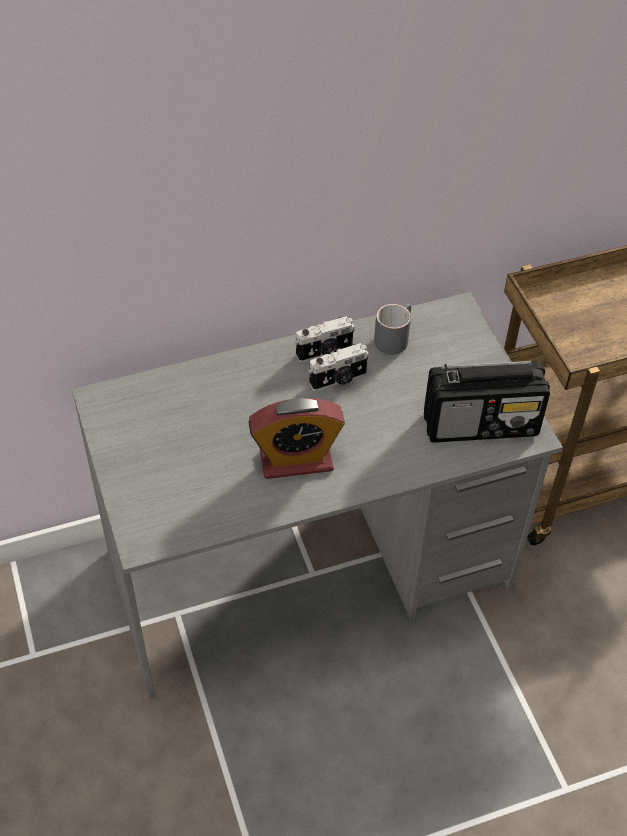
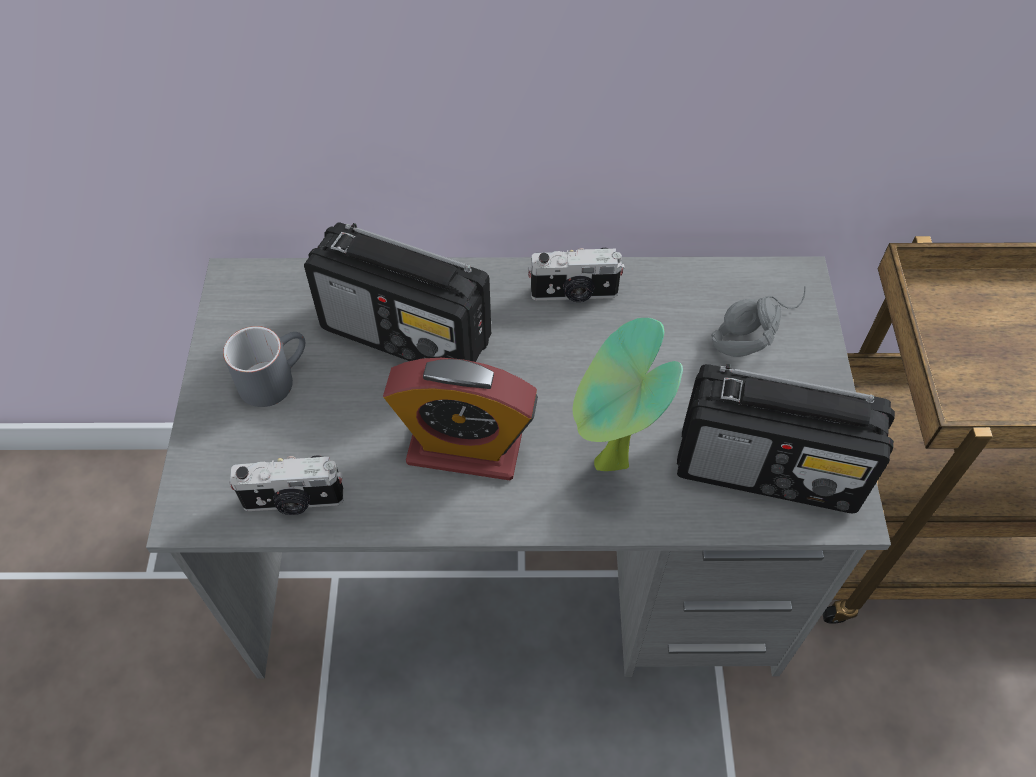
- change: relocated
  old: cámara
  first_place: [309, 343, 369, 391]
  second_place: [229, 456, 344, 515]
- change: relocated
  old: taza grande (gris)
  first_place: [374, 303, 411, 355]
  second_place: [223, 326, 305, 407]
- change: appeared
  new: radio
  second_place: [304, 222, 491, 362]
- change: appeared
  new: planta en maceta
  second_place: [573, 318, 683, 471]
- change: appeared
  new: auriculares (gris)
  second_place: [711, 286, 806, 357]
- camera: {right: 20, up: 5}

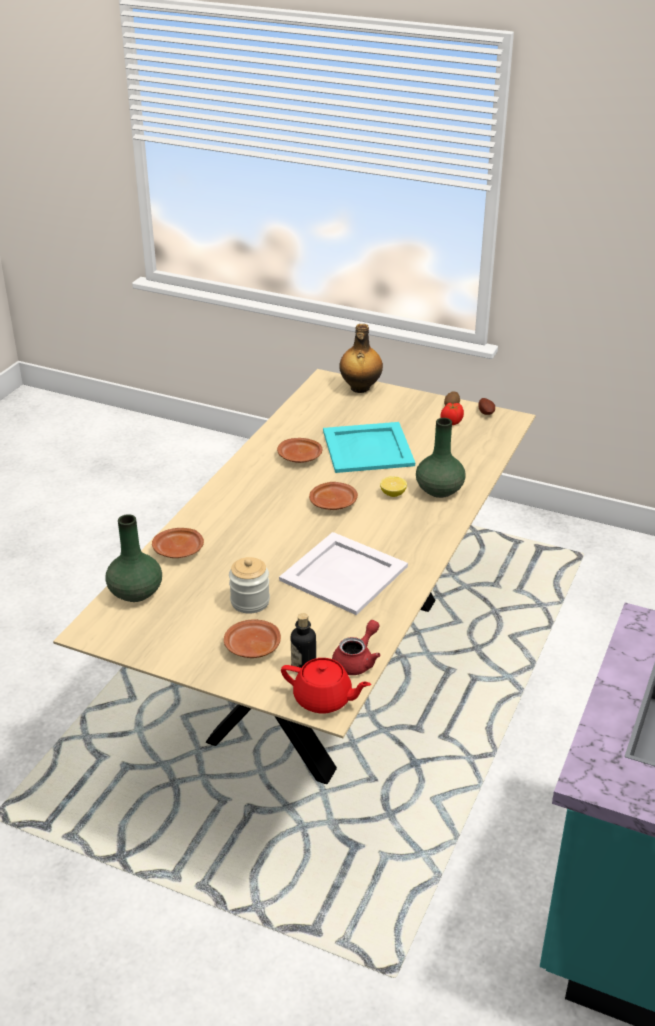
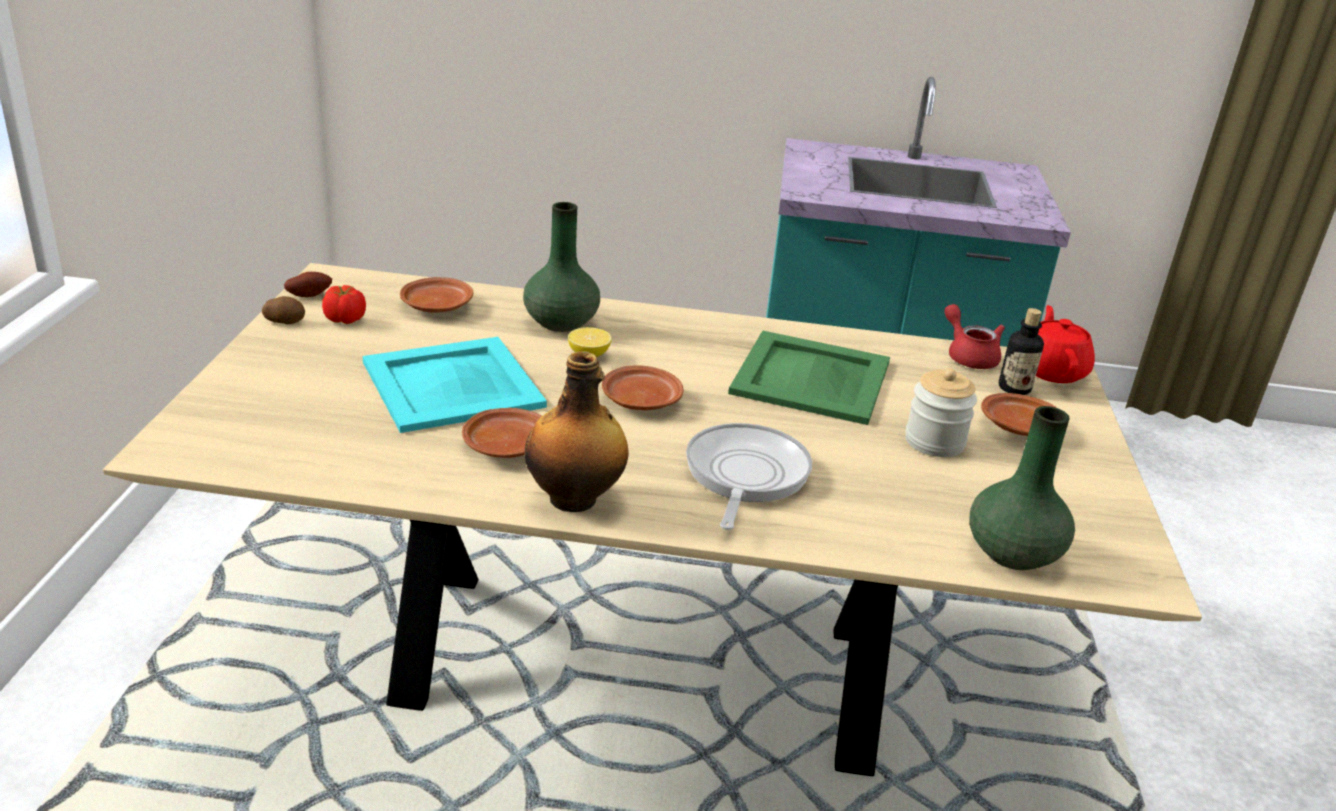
- change: relocated
  old: plato (marrón)
  first_place: [152, 528, 204, 558]
  second_place: [400, 277, 473, 313]
- change: colour
  old: bandeja (blanco)
  new: bandeja (verde)
  first_place: [279, 532, 408, 615]
  second_place: [728, 331, 890, 425]
- change: spun
  old: tetera (rojo)
  first_place: [332, 620, 381, 675]
  second_place: [945, 304, 1005, 369]
  degrees: 45
- change: relocated
  old: botella
  first_place: [339, 324, 383, 393]
  second_place: [524, 351, 629, 512]
- change: appeared
  new: sartén
  second_place: [686, 423, 812, 530]
- camera: {right: -110, up: -5}

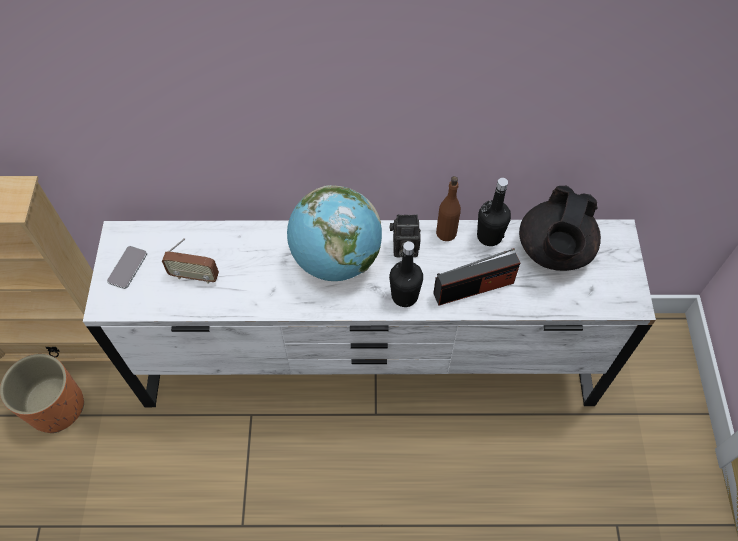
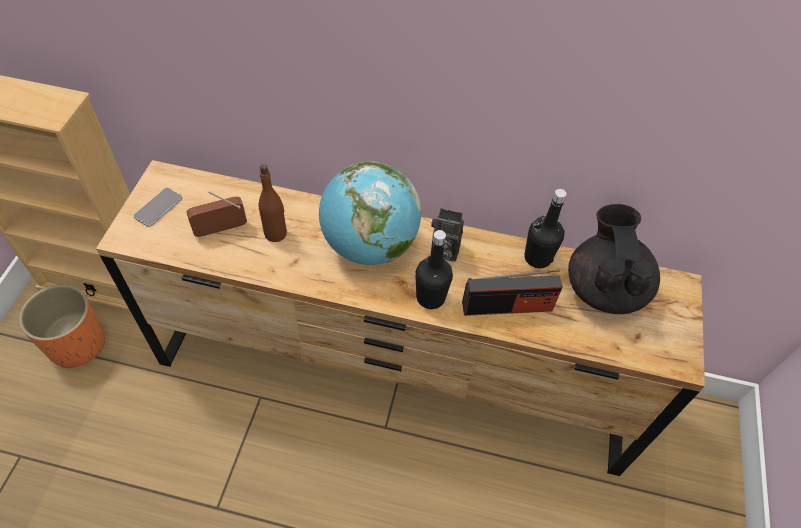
- change: colour
  old: cómoda (blanco)
  new: cómoda (marrón)
  first_place: [83, 219, 656, 407]
  second_place: [96, 160, 705, 476]
- change: spun
  old: radio
  first_place: [162, 238, 219, 284]
  second_place: [187, 191, 247, 238]
  degrees: 135
- change: relocated
  old: botella (marrón)
  first_place: [436, 176, 461, 241]
  second_place: [258, 164, 287, 242]
- change: spun
  old: tetera (negro)
  first_place: [519, 186, 601, 271]
  second_place: [568, 204, 660, 314]
  degrees: 150
- camera: {right: 10, up: -5}

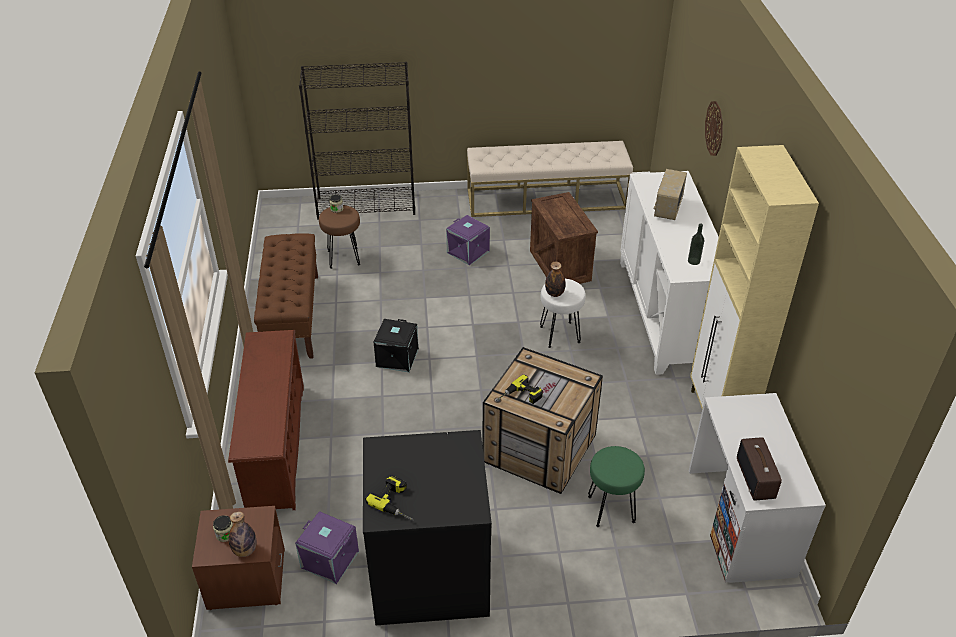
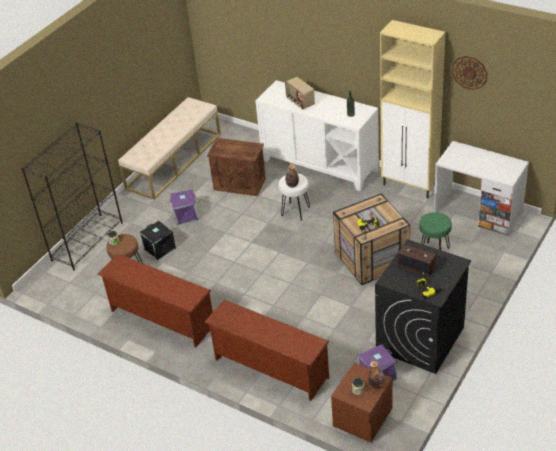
- change: exchanged
  old: banco (marrón)
  new: zapatero (marrón)
  first_place: [254, 233, 318, 359]
  second_place: [97, 254, 213, 347]
- change: relocated
  old: caja de almacenaje (negro)
  first_place: [374, 319, 419, 372]
  second_place: [140, 221, 176, 260]
- change: relocated
  old: reloj de pared
  first_place: [705, 101, 723, 156]
  second_place: [452, 56, 488, 90]
- change: relocated
  old: radio
  first_place: [737, 437, 782, 500]
  second_place: [398, 244, 436, 276]
- camera: {right: -50, up: 0}

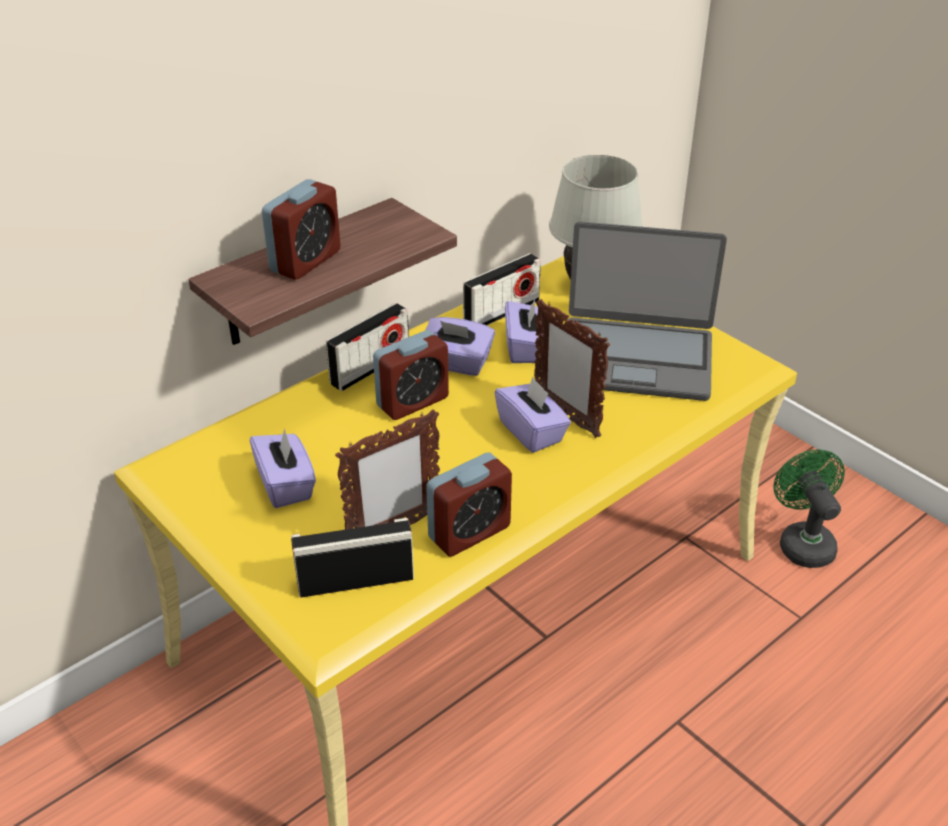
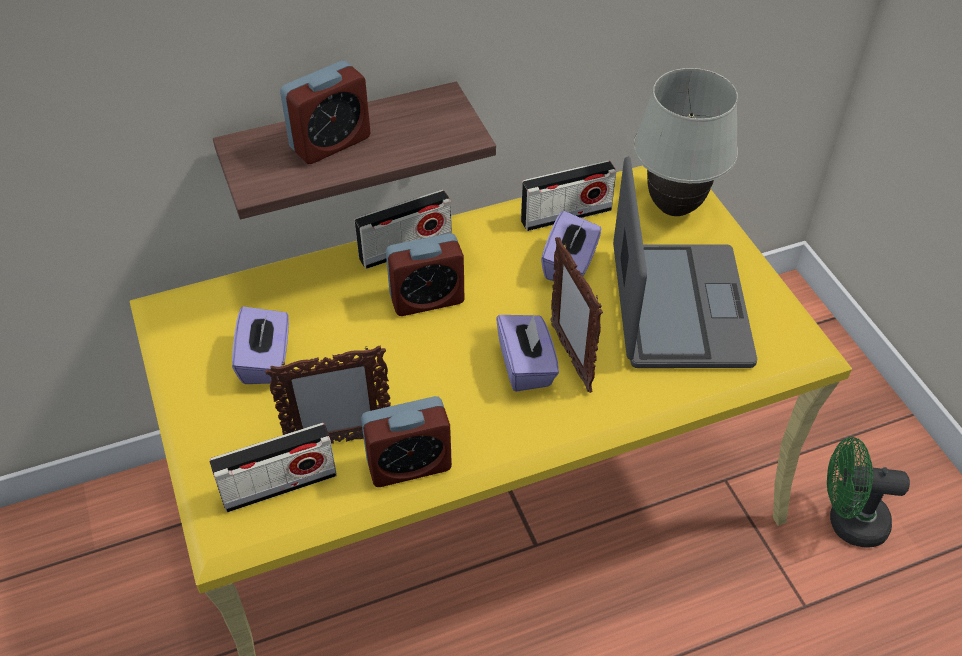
- change: spun
  old: radio
  first_place: [291, 518, 414, 598]
  second_place: [209, 423, 337, 512]
  degrees: 150
- change: missing
  old: caja de pañuelos (morado)
  first_place: [426, 317, 495, 376]
- change: spun
  old: portátil
  first_place: [568, 222, 727, 401]
  second_place: [613, 156, 757, 368]
  degrees: -120
- change: spun
  old: ventilador (verde)
  first_place: [773, 449, 845, 568]
  second_place: [827, 437, 910, 548]
  degrees: -90
- camera: {right: 20, up: 10}

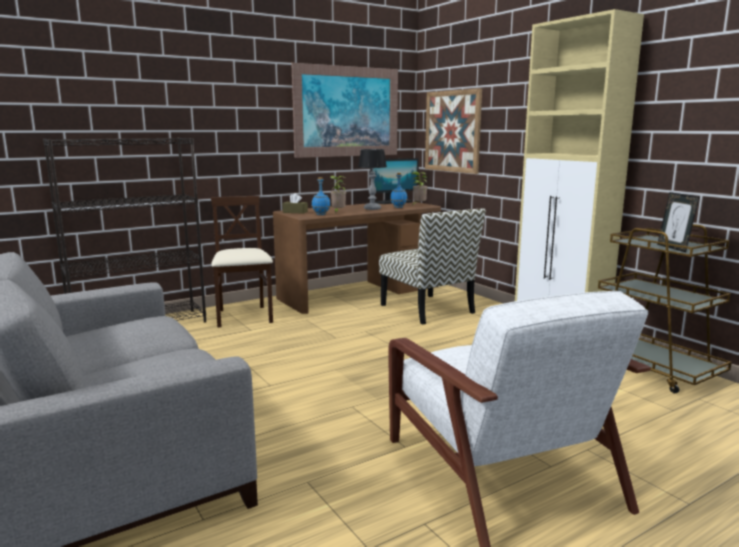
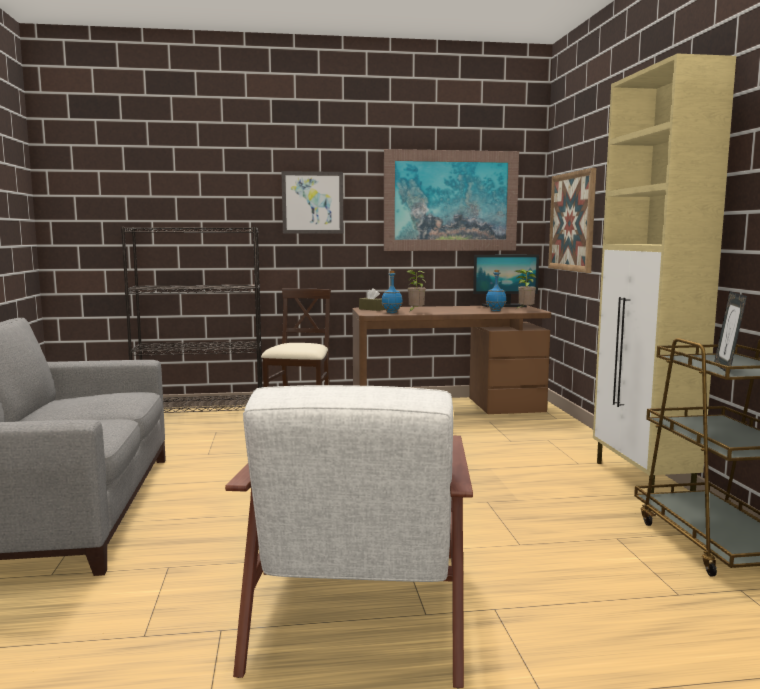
- change: missing
  old: lámpara de mesa
  first_place: [358, 149, 387, 210]
- change: missing
  old: silla
  first_place: [379, 208, 486, 324]
- change: appeared
  new: cuadro
  second_place: [281, 171, 343, 233]
- camera: {right: 25, up: -5}

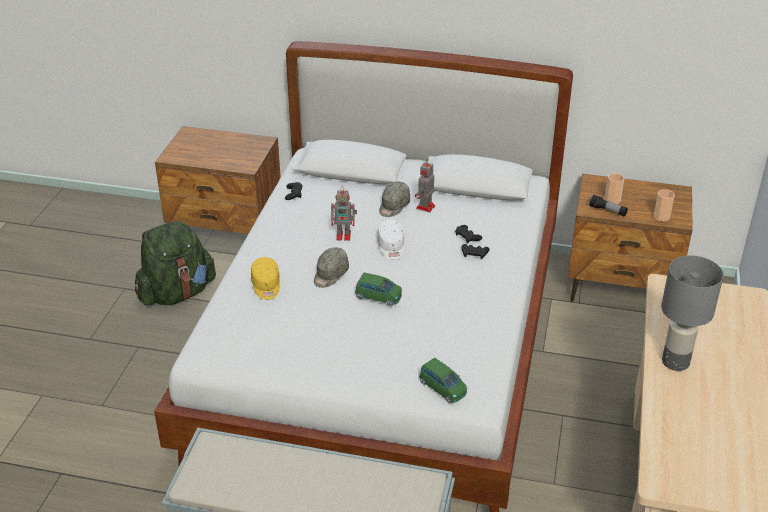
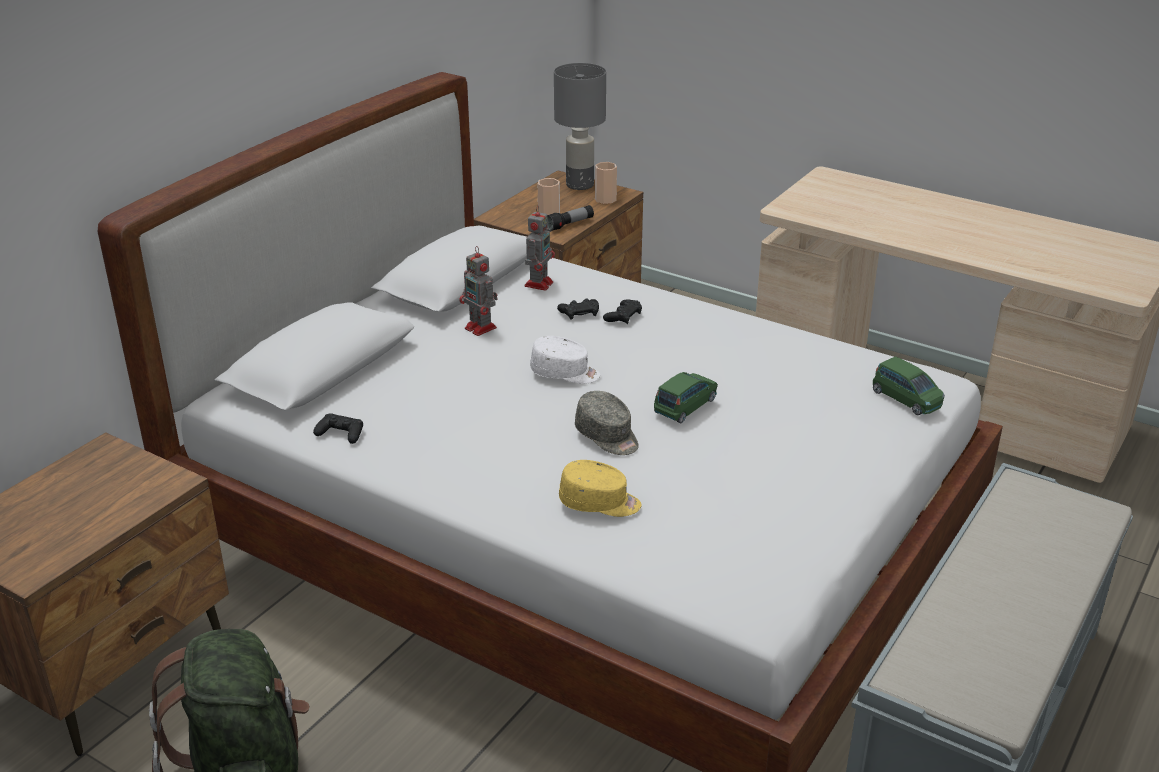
- change: relocated
  old: robot de juguete
  first_place: [331, 187, 357, 241]
  second_place: [525, 205, 555, 291]
- change: missing
  old: gorra (gris)
  first_place: [379, 182, 410, 217]
- change: spun
  old: coche de juguete (verde)
  first_place: [420, 357, 467, 403]
  second_place: [873, 356, 945, 415]
  degrees: 75
- change: relocated
  old: lámpara de mesa (gris)
  first_place: [661, 255, 724, 371]
  second_place: [554, 63, 606, 190]
- camera: {right: -70, up: -5}

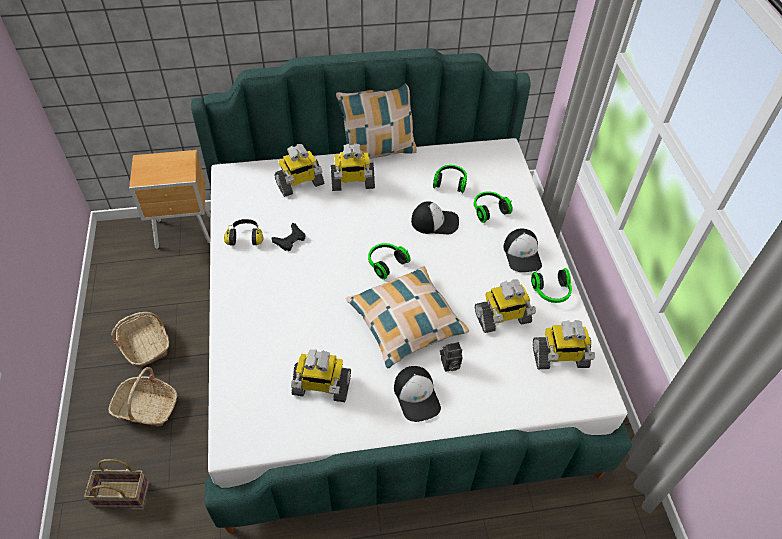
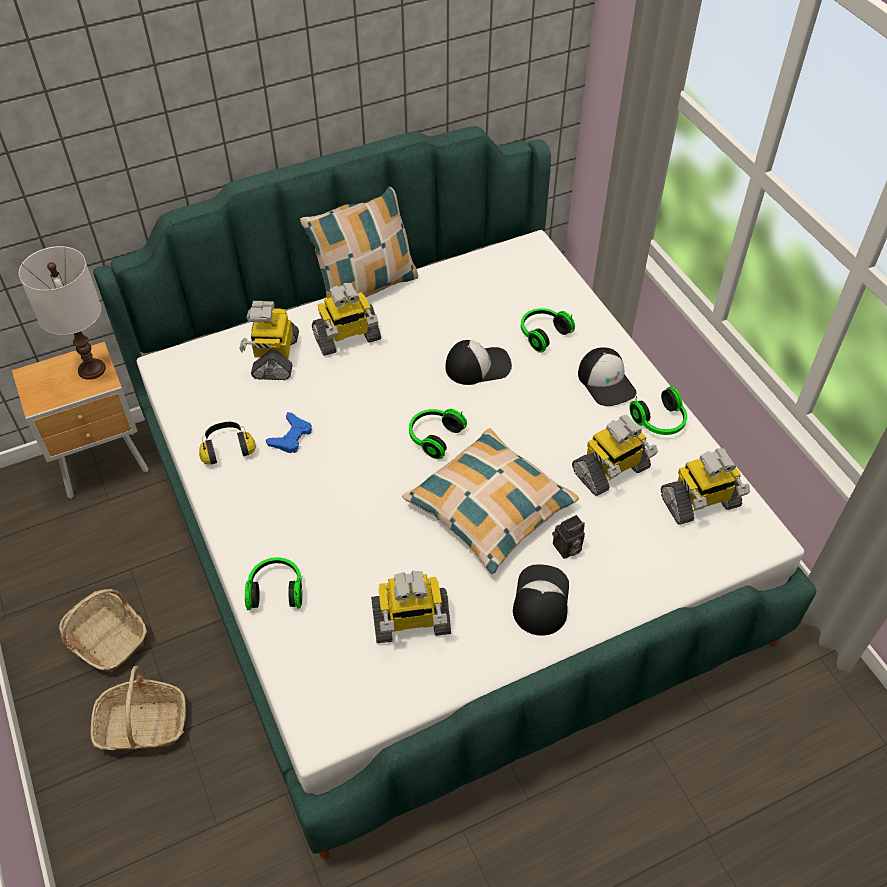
- change: missing
  old: cesta
  first_place: [84, 459, 149, 508]
- change: colour
  old: mando de consola (negro)
  new: mando de consola (azul)
  first_place: [272, 223, 305, 251]
  second_place: [266, 412, 312, 454]
- change: spun
  old: robot de juguete
  first_place: [275, 144, 324, 197]
  second_place: [239, 301, 299, 380]
  degrees: 135
- change: spun
  old: gorra
  first_place: [394, 366, 441, 422]
  second_place: [513, 564, 569, 636]
  degrees: -135
- change: relocated
  old: auriculares
  first_place: [433, 165, 467, 193]
  second_place: [245, 557, 303, 610]
- change: appeared
  new: lámpara de mesa (blanco)
  second_place: [19, 246, 106, 380]
- camera: {right: -15, up: 0}

